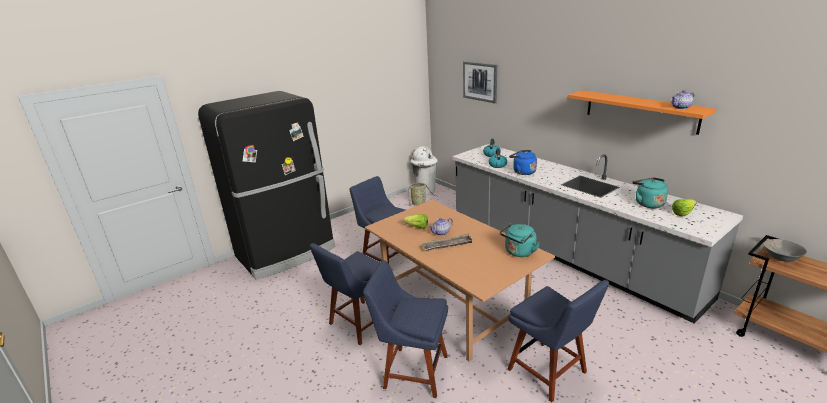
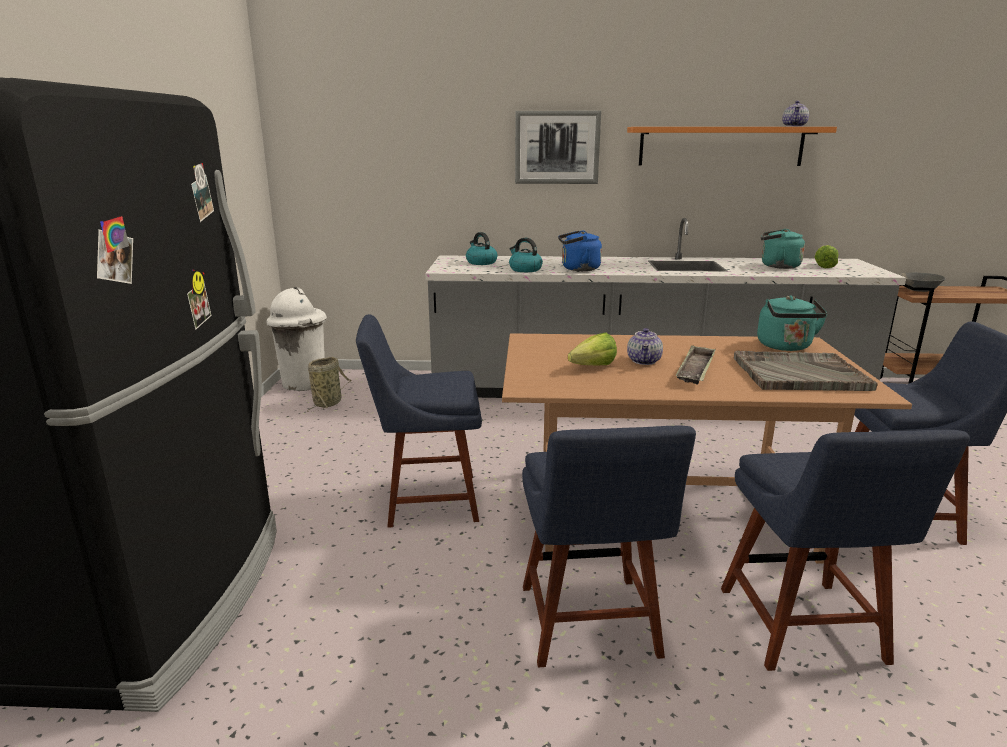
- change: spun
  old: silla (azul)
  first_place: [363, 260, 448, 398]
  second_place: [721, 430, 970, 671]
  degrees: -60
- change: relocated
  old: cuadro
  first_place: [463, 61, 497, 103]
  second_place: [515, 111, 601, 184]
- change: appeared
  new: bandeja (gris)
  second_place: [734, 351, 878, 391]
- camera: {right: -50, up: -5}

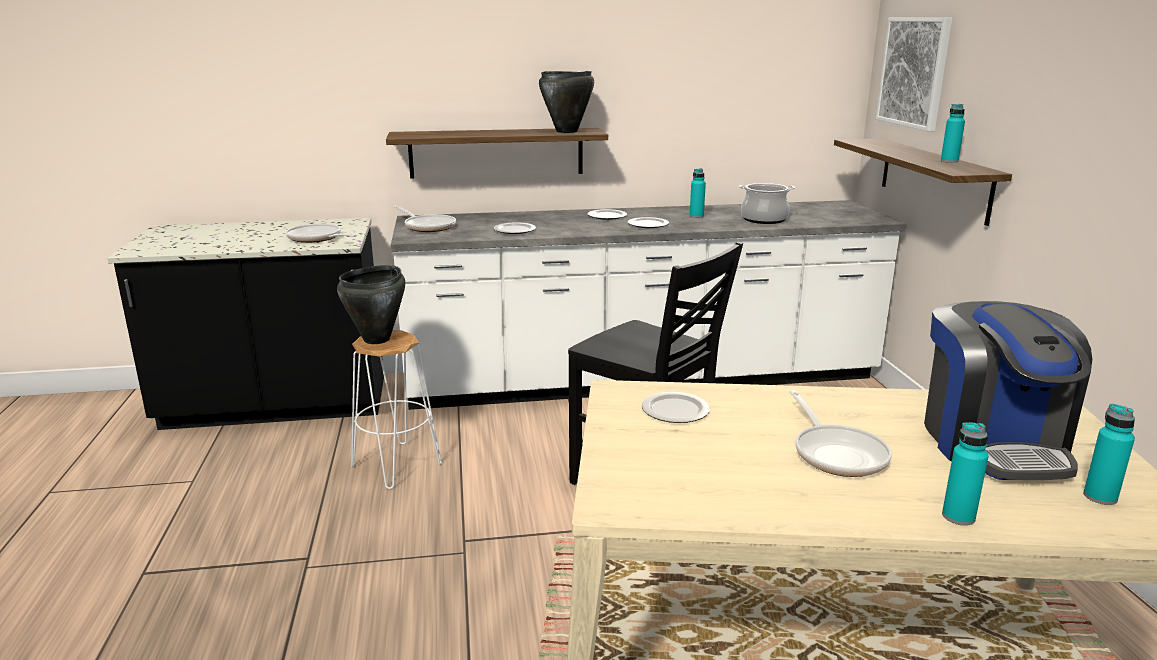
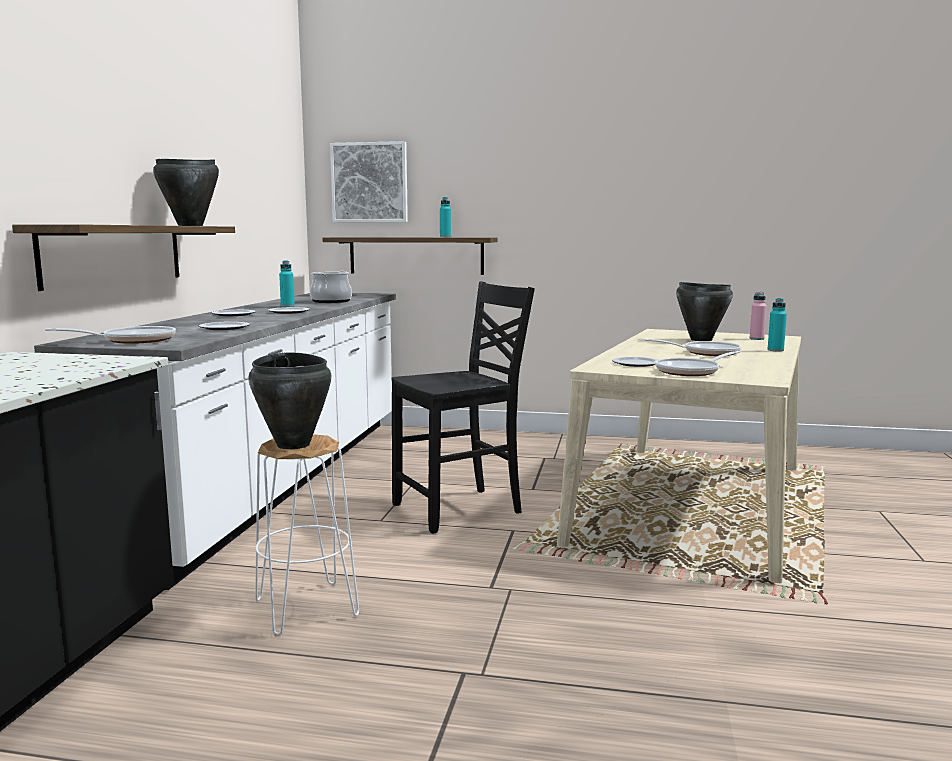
- change: relocated
  old: sartén
  first_place: [285, 224, 357, 243]
  second_place: [655, 351, 740, 376]
- change: exchanged
  old: cafetera
  new: olla (negro)
  first_place: [924, 301, 1092, 480]
  second_place: [676, 282, 733, 341]
- change: colour
  old: botella (turquesa)
  new: botella (rosa)
  first_place: [1083, 404, 1135, 505]
  second_place: [750, 292, 767, 340]
- camera: {right: -70, up: -10}

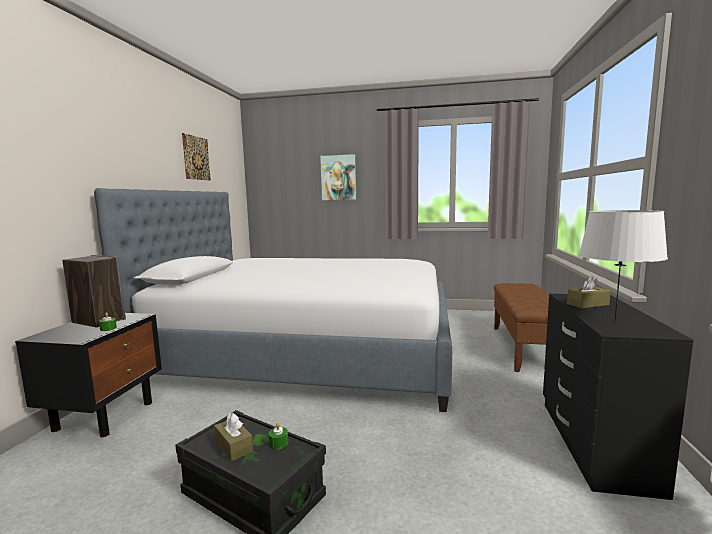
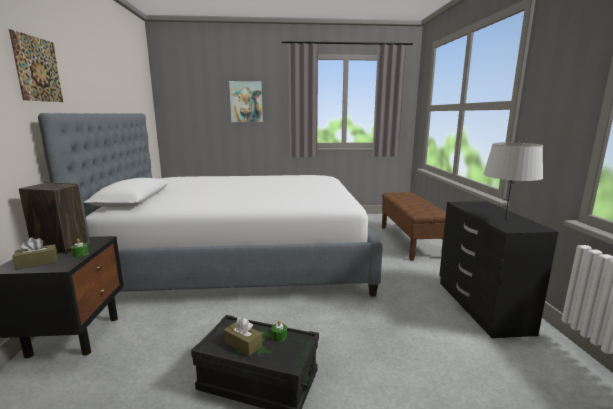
- change: relocated
  old: cuadro
  first_place: [182, 133, 211, 181]
  second_place: [9, 29, 63, 102]
- change: relocated
  old: caja de pañuelos (marrón)
  first_place: [567, 276, 611, 309]
  second_place: [12, 237, 58, 270]
- camera: {right: -15, up: 5}

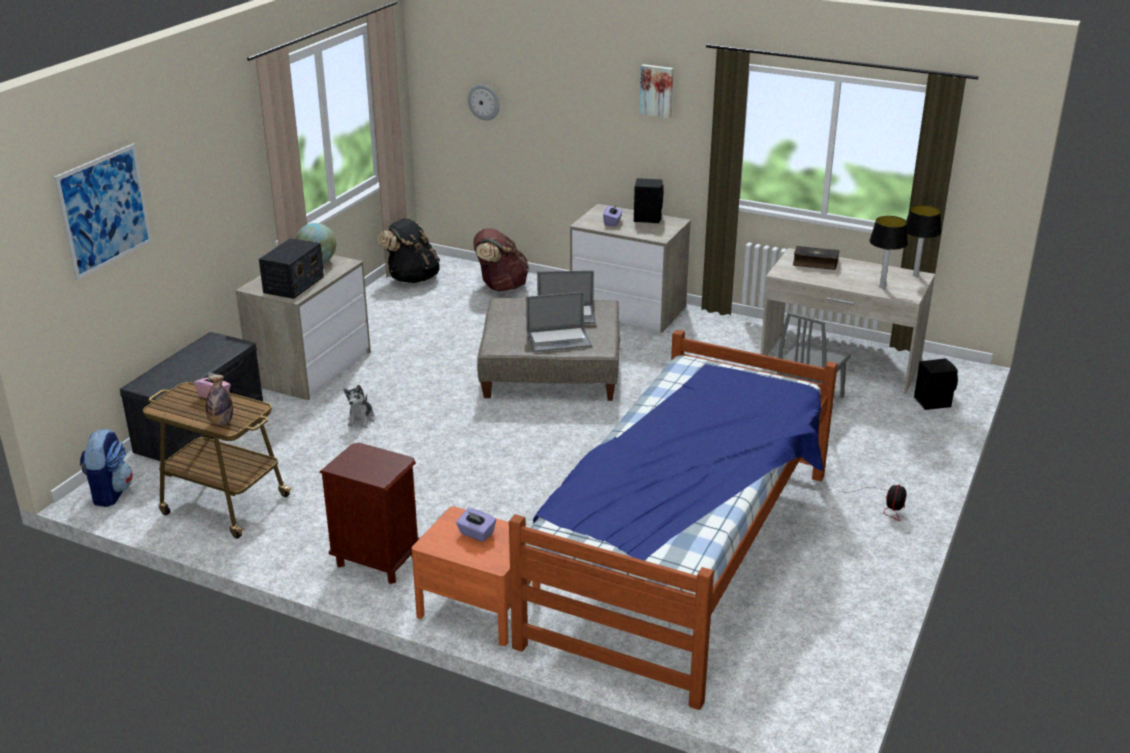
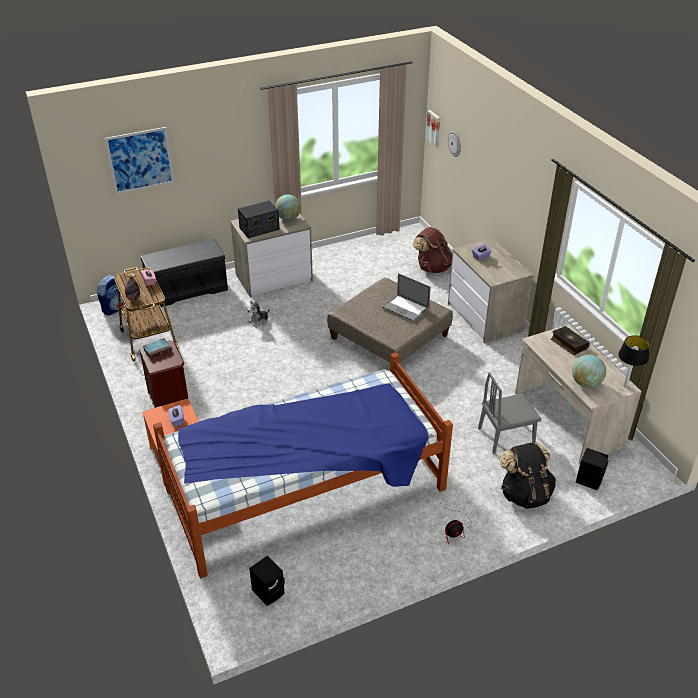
- change: relocated
  old: mochila (negro)
  first_place: [377, 218, 440, 283]
  second_place: [500, 443, 556, 509]
- change: missing
  old: portátil
  first_place: [526, 292, 592, 352]
- change: relocated
  old: altavoz (negro)
  first_place: [634, 178, 664, 223]
  second_place: [249, 556, 285, 606]
- change: relocated
  old: cuadro
  first_place: [640, 64, 673, 118]
  second_place: [426, 110, 440, 148]
- change: exchanged
  old: lámpara de mesa
  new: globo terráqueo
  first_place: [869, 216, 908, 288]
  second_place: [572, 355, 606, 388]
- change: appeared
  new: libro
  second_place: [143, 338, 172, 359]
- camera: {right: 40, up: 10}

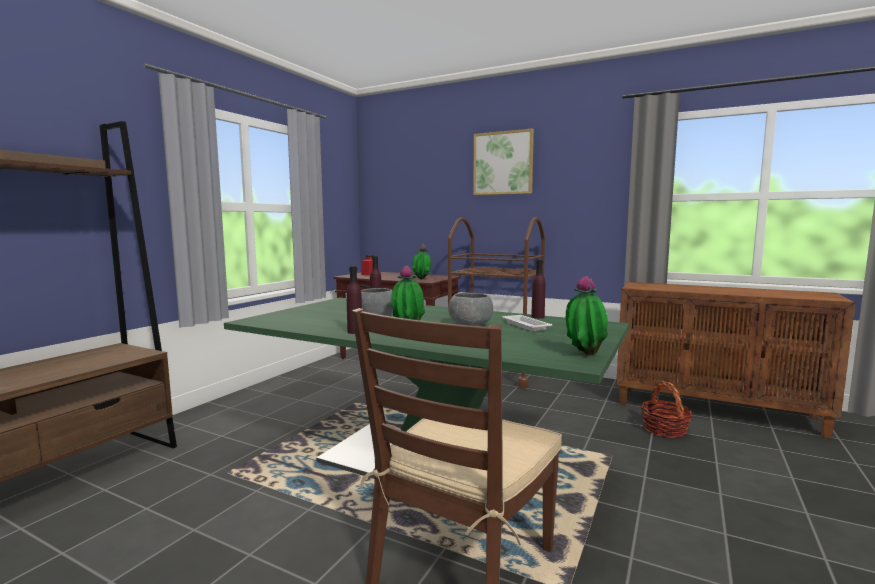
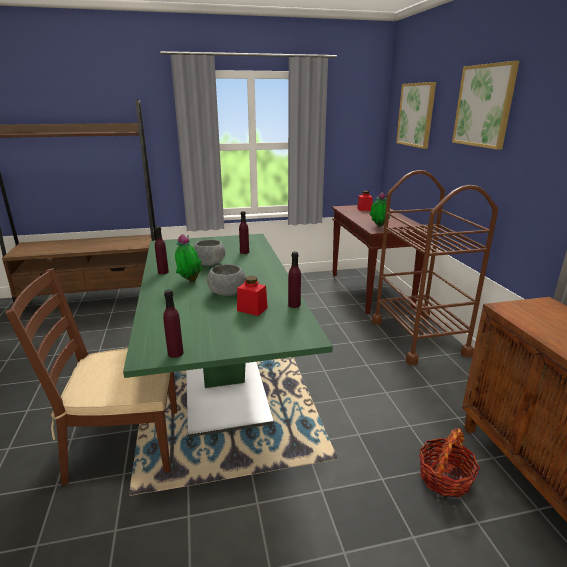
- change: exchanged
  old: bandeja (blanco)
  new: tarro (rojo)
  first_place: [502, 315, 552, 331]
  second_place: [237, 276, 268, 316]
- change: exchanged
  old: planta en maceta
  new: botella (morado)
  first_place: [566, 276, 608, 355]
  second_place: [163, 289, 184, 358]
- change: appeared
  new: cuadro
  second_place: [396, 82, 436, 149]
- camera: {right: 50, up: 15}

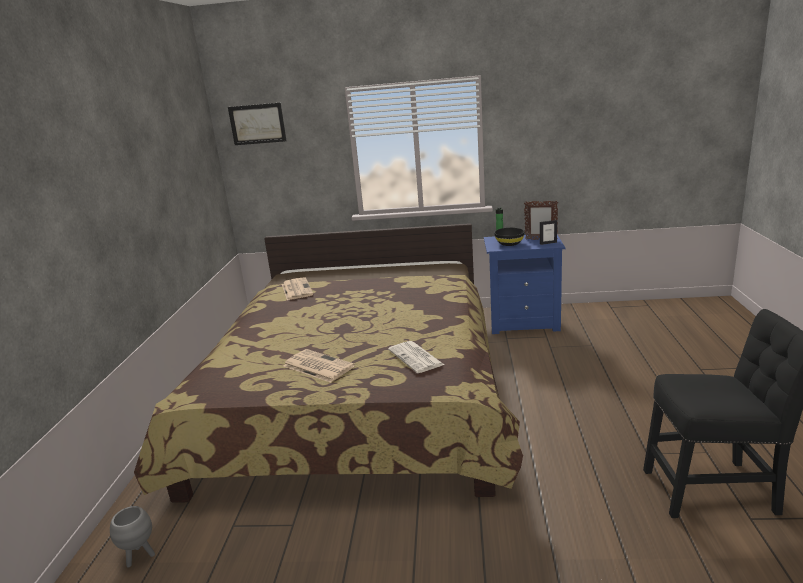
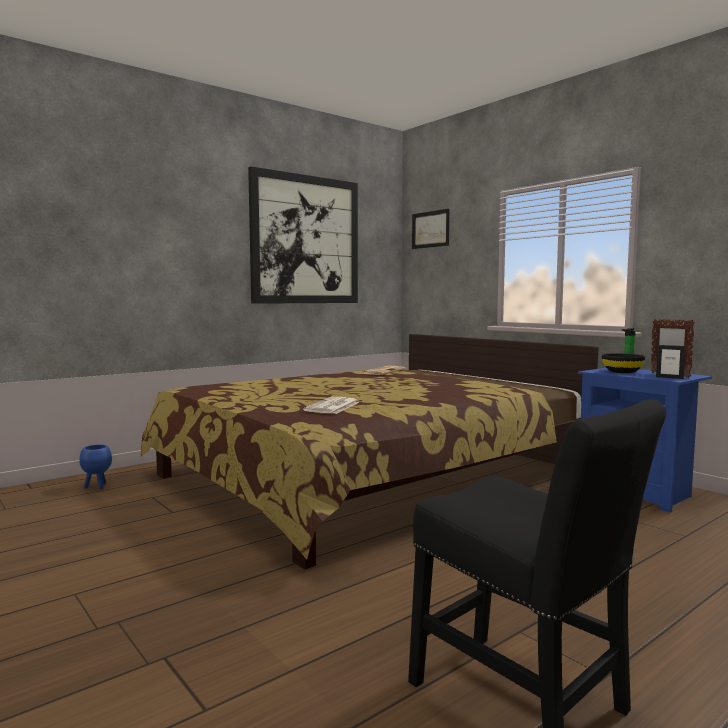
- change: colour
  old: maceta (gris)
  new: maceta (azul)
  first_place: [110, 506, 155, 567]
  second_place: [79, 444, 112, 490]
- change: missing
  old: periódico
  first_place: [284, 349, 355, 383]
- change: appeared
  new: cuadro
  second_place: [248, 166, 358, 304]
- camera: {right: 45, up: -15}

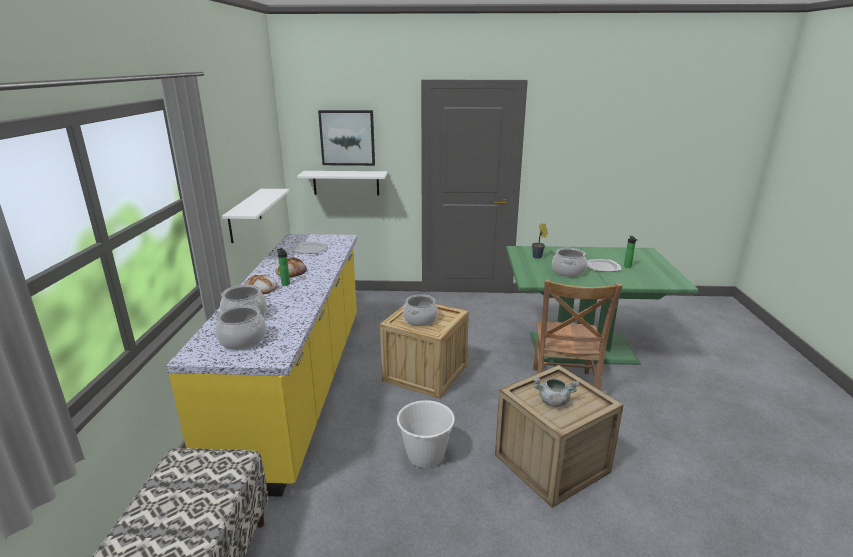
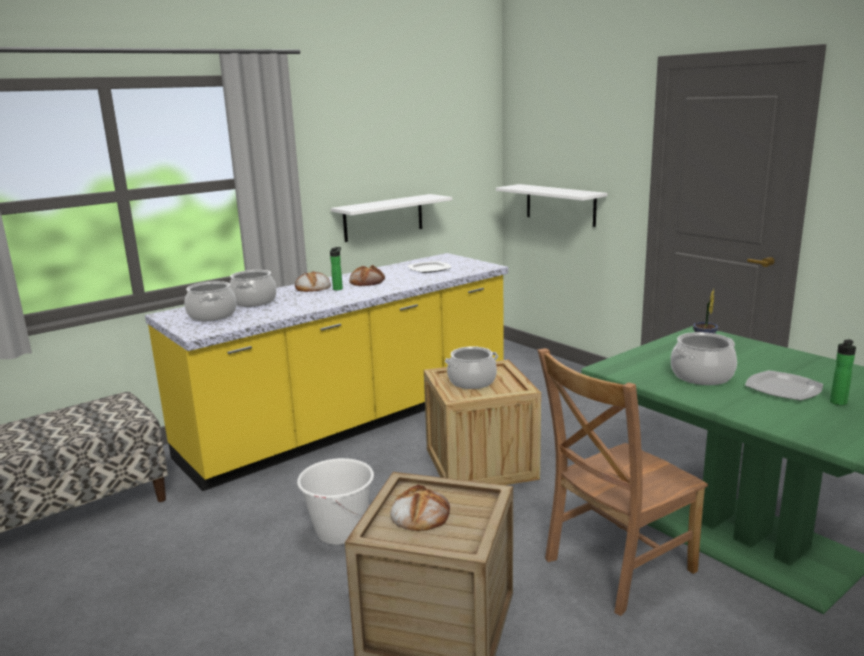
- change: missing
  old: cuadro
  first_place: [318, 110, 375, 166]
- change: exchanged
  old: olla (gris)
  new: pan
  first_place: [533, 377, 579, 407]
  second_place: [390, 484, 450, 531]
- camera: {right: 50, up: -5}

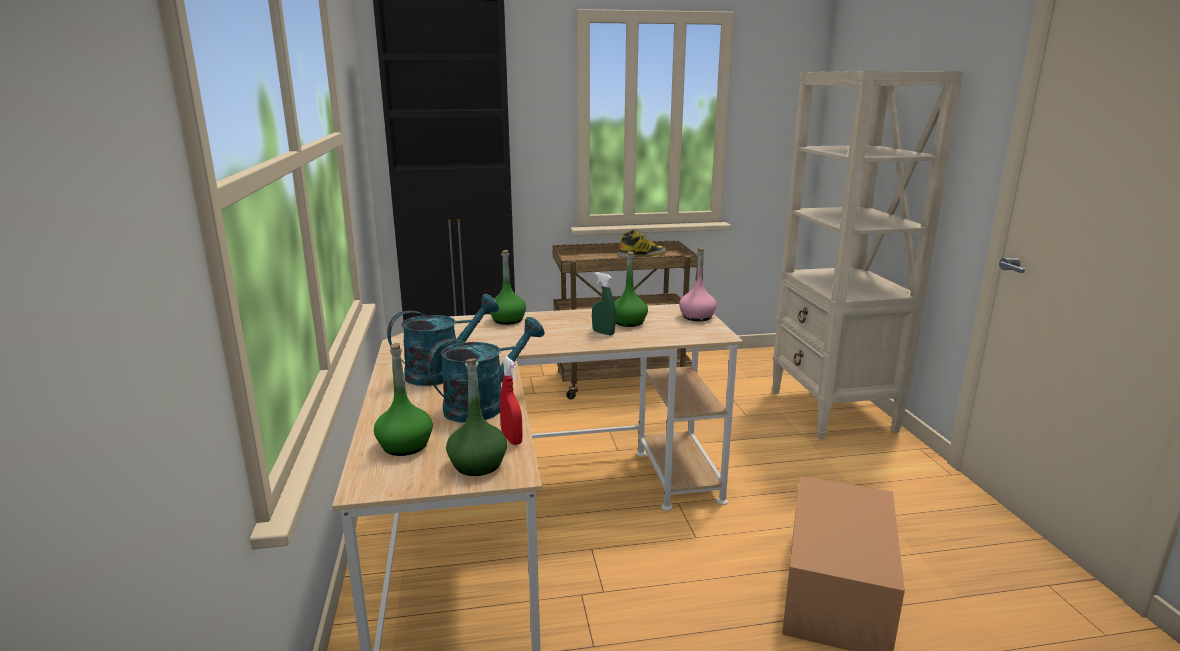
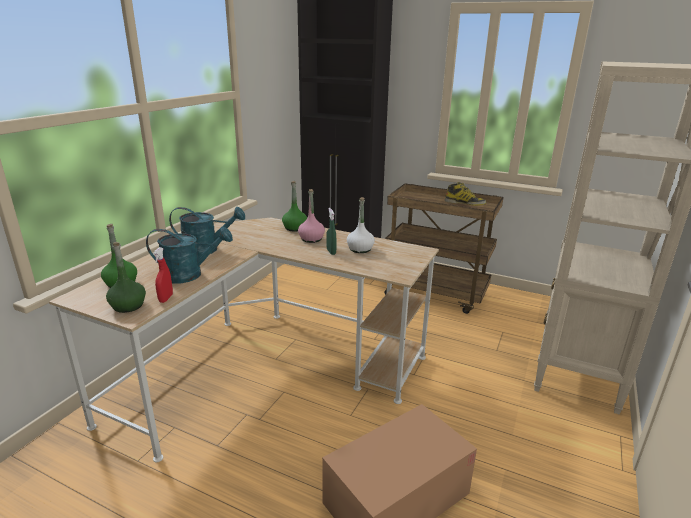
- change: colour
  old: botella (verde)
  new: botella (blanco)
  first_place: [614, 251, 648, 327]
  second_place: [347, 197, 375, 253]
- change: relocated
  old: botella (rosa)
  first_place: [679, 248, 717, 321]
  second_place: [298, 189, 325, 243]
- camera: {right: 35, up: 5}

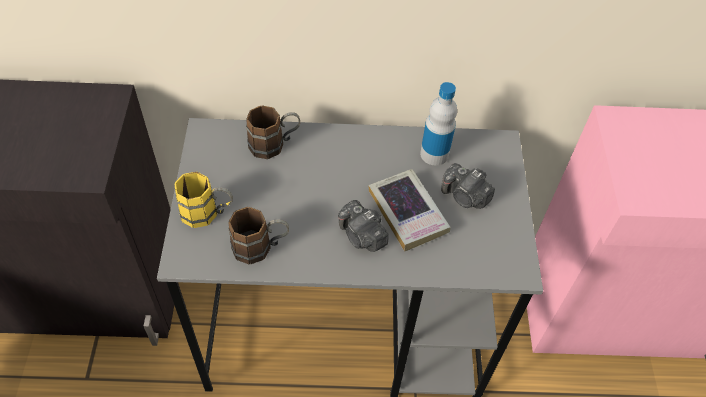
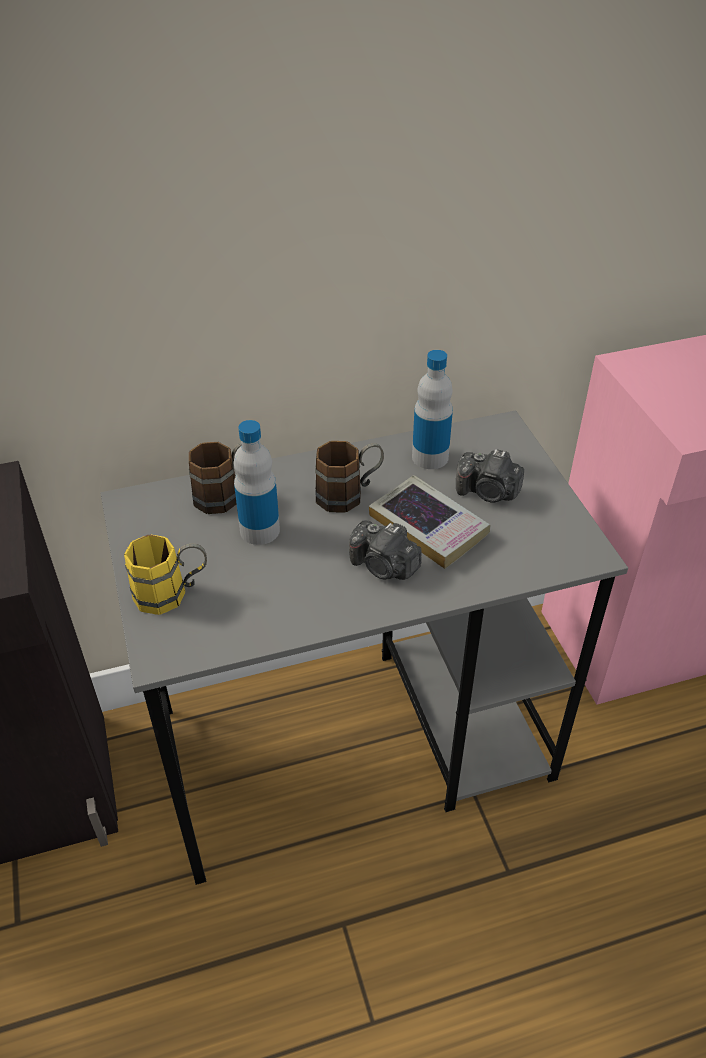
- change: relocated
  old: taza grande (marrón)
  first_place: [228, 207, 289, 264]
  second_place: [315, 441, 384, 513]
- change: appeared
  new: botella
  second_place: [234, 420, 280, 545]
- camera: {right: -15, up: -10}

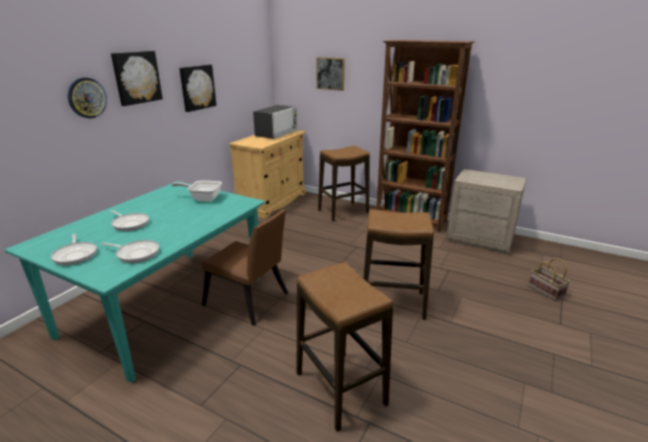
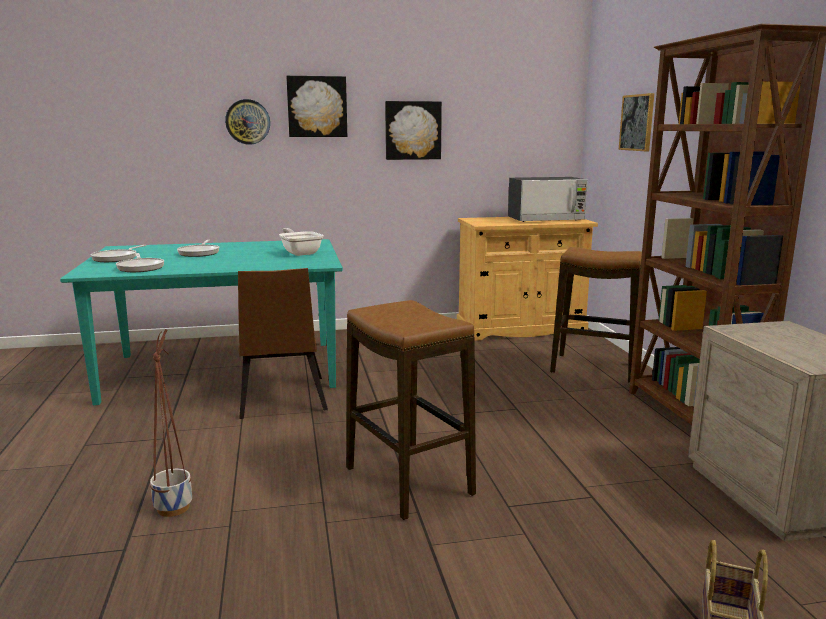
- change: exchanged
  old: taburete
  new: maceta
  first_place: [297, 262, 393, 432]
  second_place: [150, 329, 192, 517]
- camera: {right: 50, up: -10}

